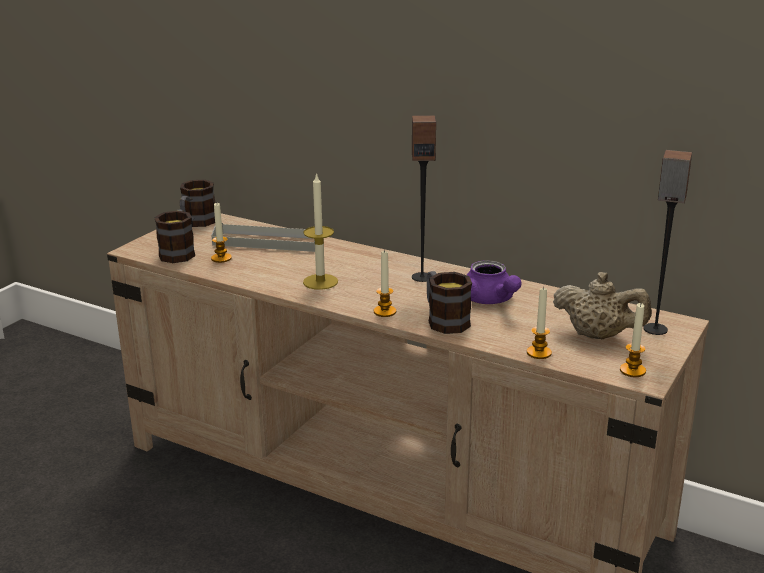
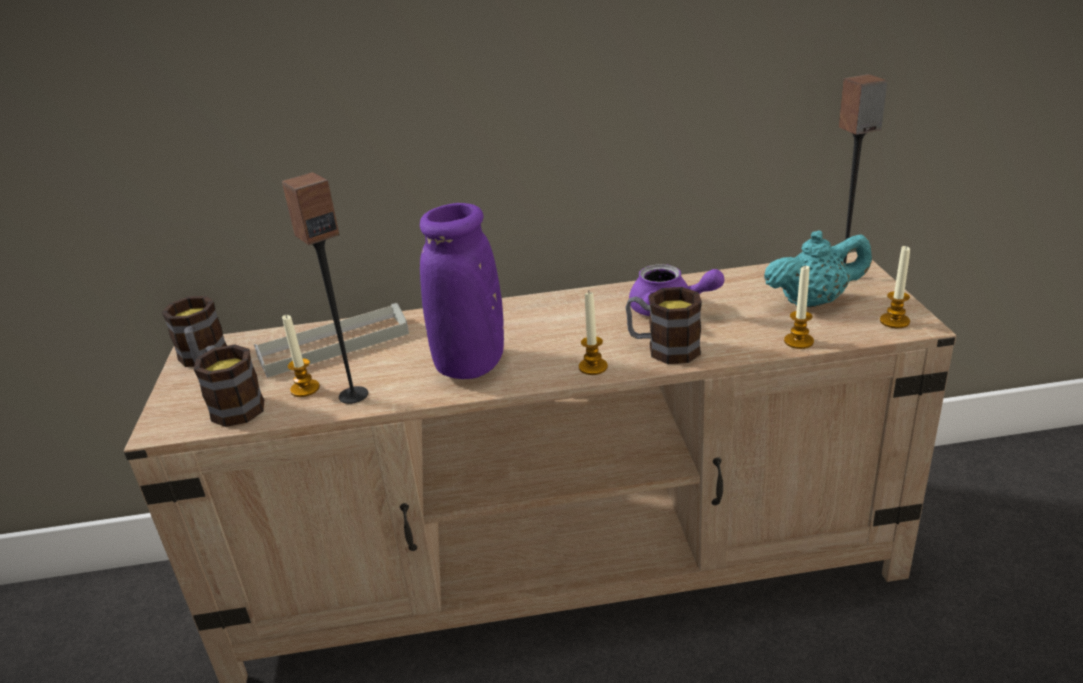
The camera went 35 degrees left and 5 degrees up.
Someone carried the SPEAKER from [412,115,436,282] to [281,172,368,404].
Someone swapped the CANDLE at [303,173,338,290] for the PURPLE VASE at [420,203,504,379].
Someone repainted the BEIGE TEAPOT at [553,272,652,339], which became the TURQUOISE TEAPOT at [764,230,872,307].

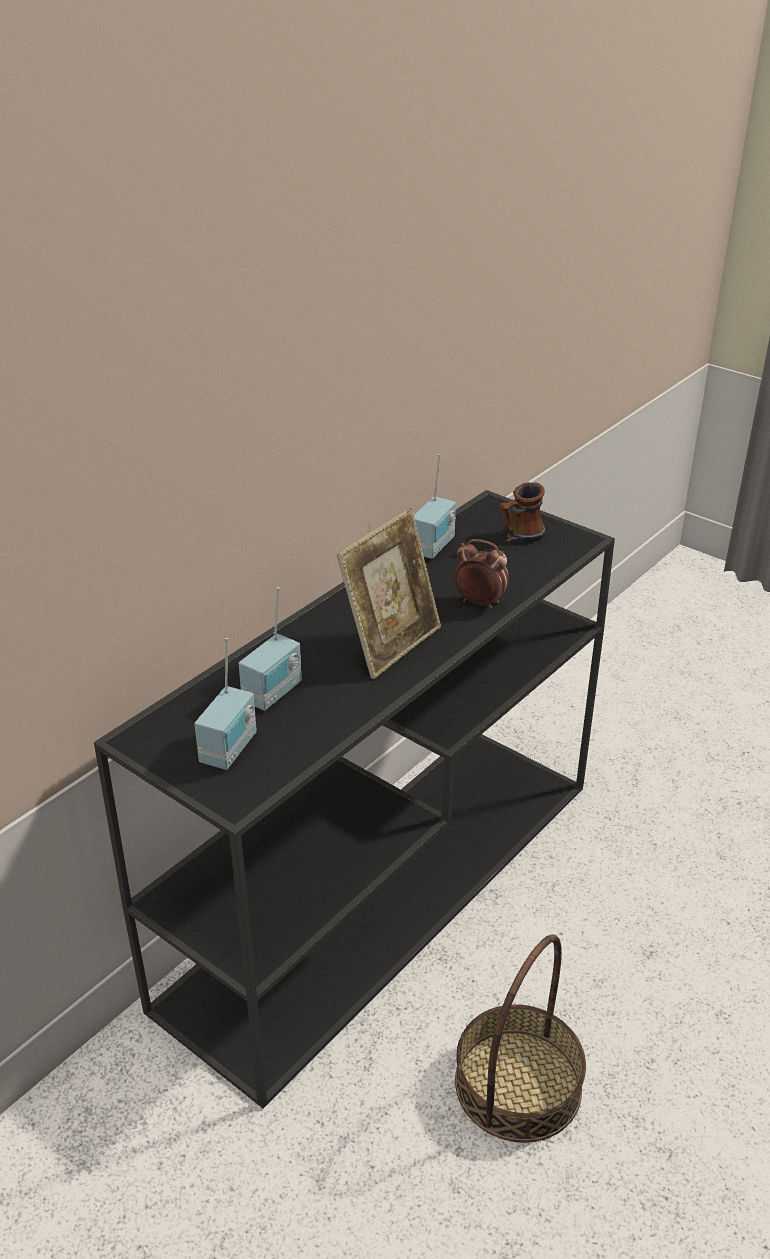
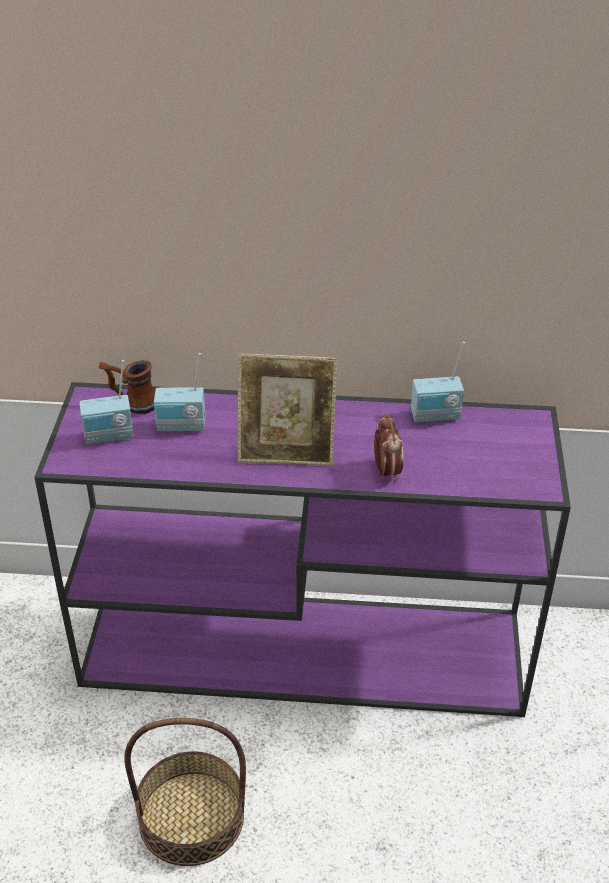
The camera went 55 degrees right and 5 degrees up.
Someone carried the MUG from [498,482,546,543] to [99,360,155,414].
Someone repainted the BLACK CONSOLE TABLE at [94,490,615,1108], which became the PURPLE CONSOLE TABLE at [34,382,571,717].

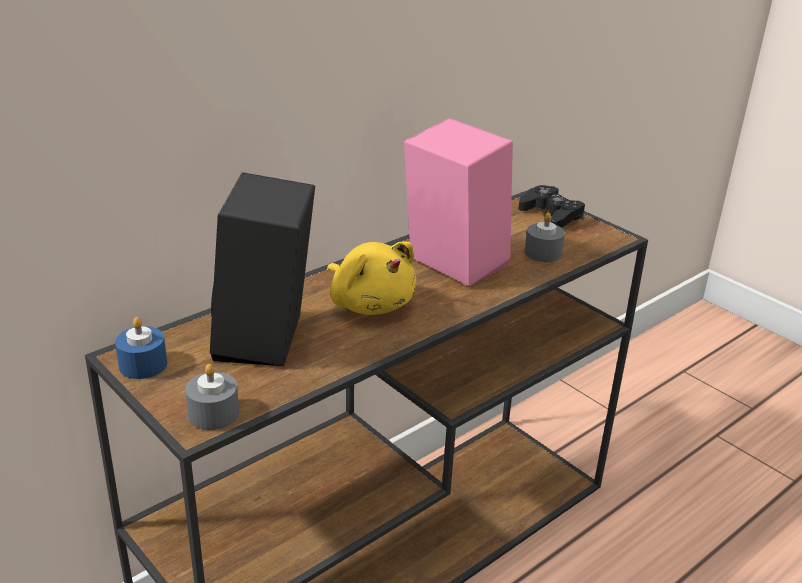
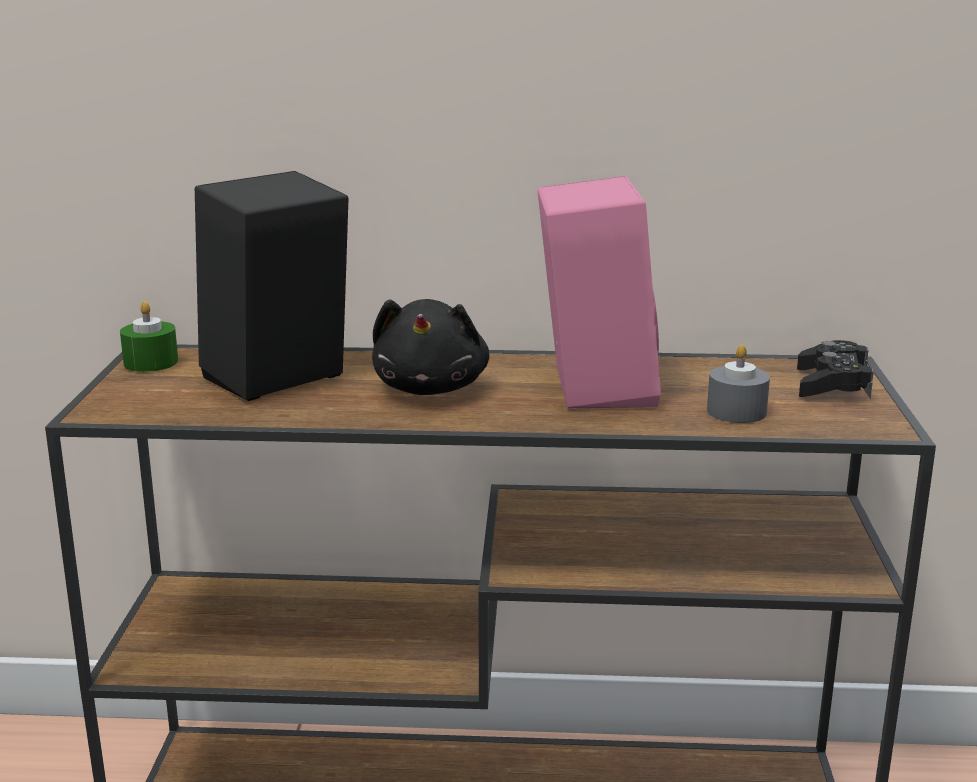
The camera went 45 degrees right and 10 degrees down.
Someone repainted the YELLOW PLUSH TOY at [327,241,417,315], which became the BLACK PLUSH TOY at [372,299,489,395].
Someone repainted the BLUE CANDLE at [115,317,167,379], which became the GREEN CANDLE at [120,301,178,372].
Someone took away the GREY CANDLE at [185,364,239,430].

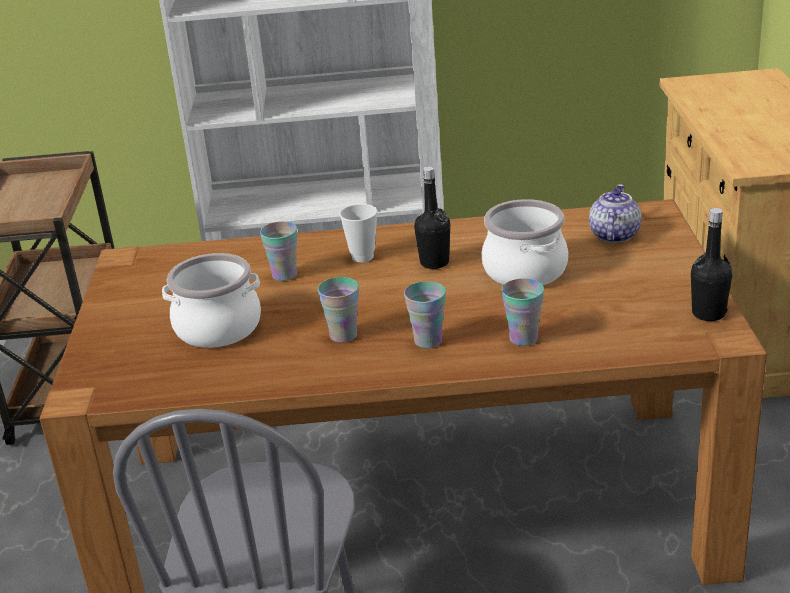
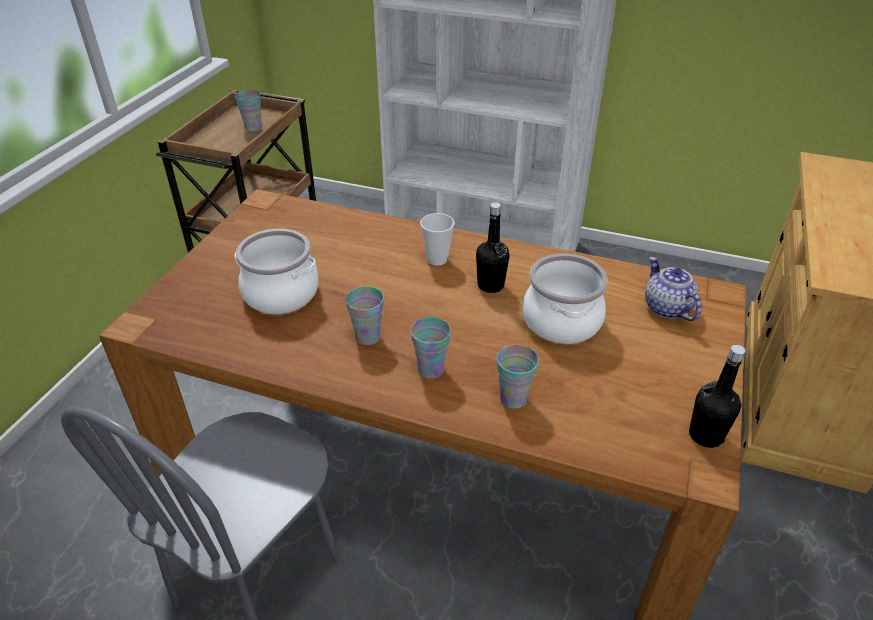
The camera went 20 degrees right and 10 degrees up.
Someone rotated the TEAPOT at [589,184,641,243] by 60 degrees counterclockwise.
Someone carried the CUP from [260,221,297,281] to [235,90,262,131].

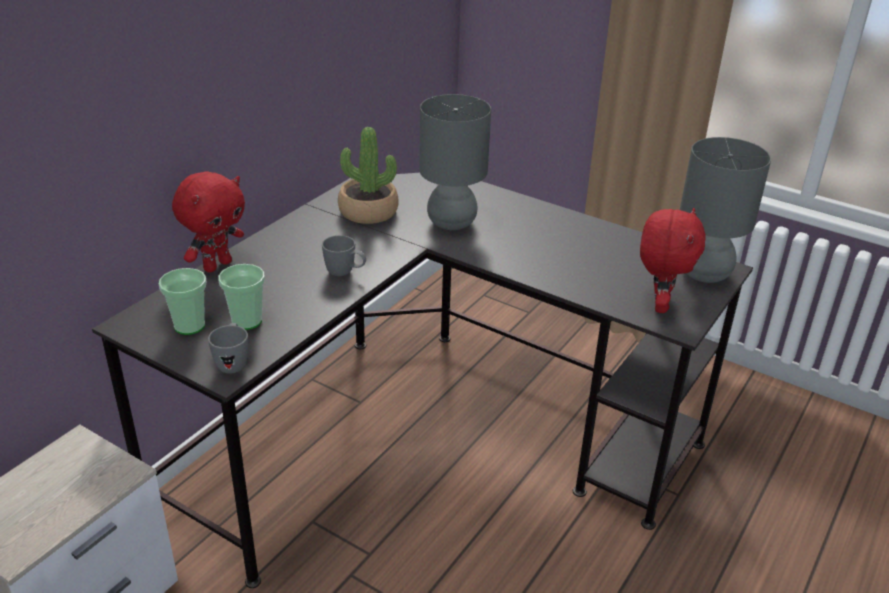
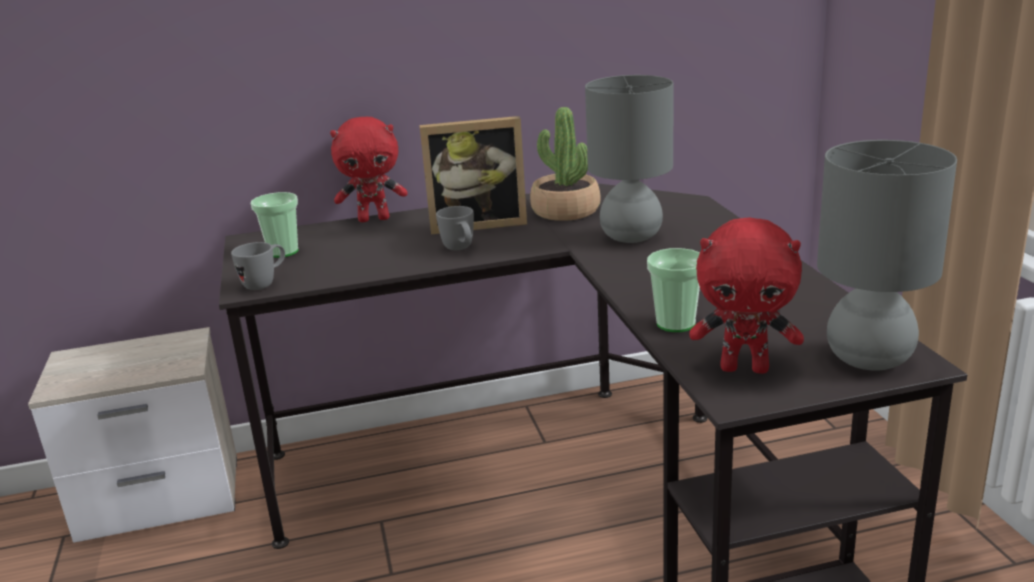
The camera went 45 degrees right and 10 degrees down.
Someone rotated the RED PLUSH TOY at [640,208,706,313] by 45 degrees clockwise.
Someone carried the CUP from [218,264,265,330] to [647,248,700,332].
Someone put down the PICTURE FRAME at [419,116,527,234].

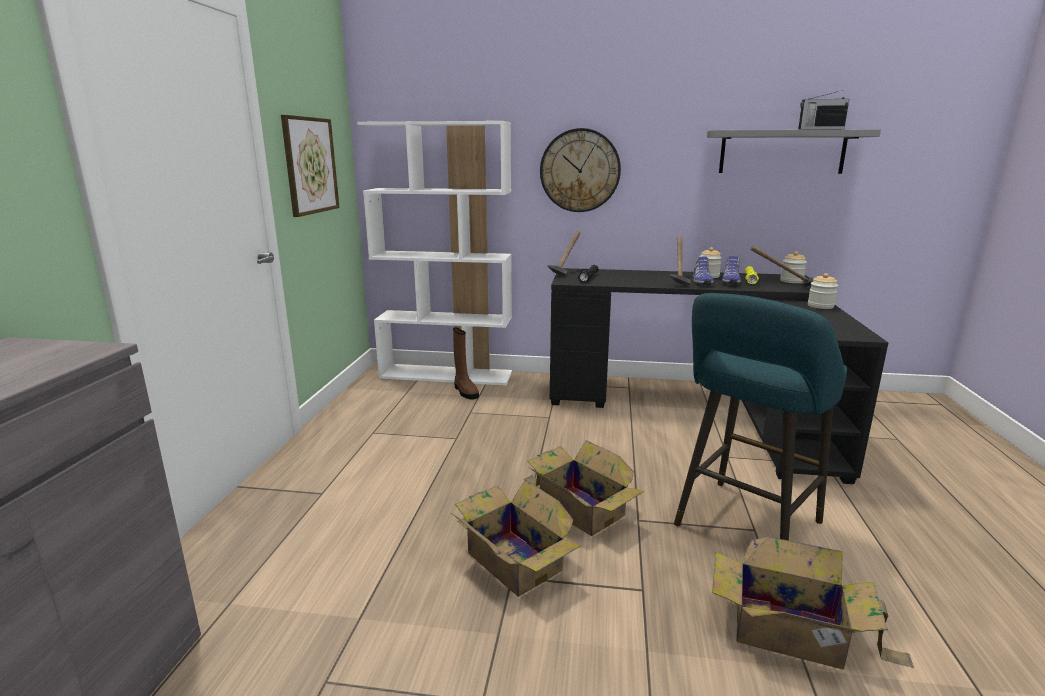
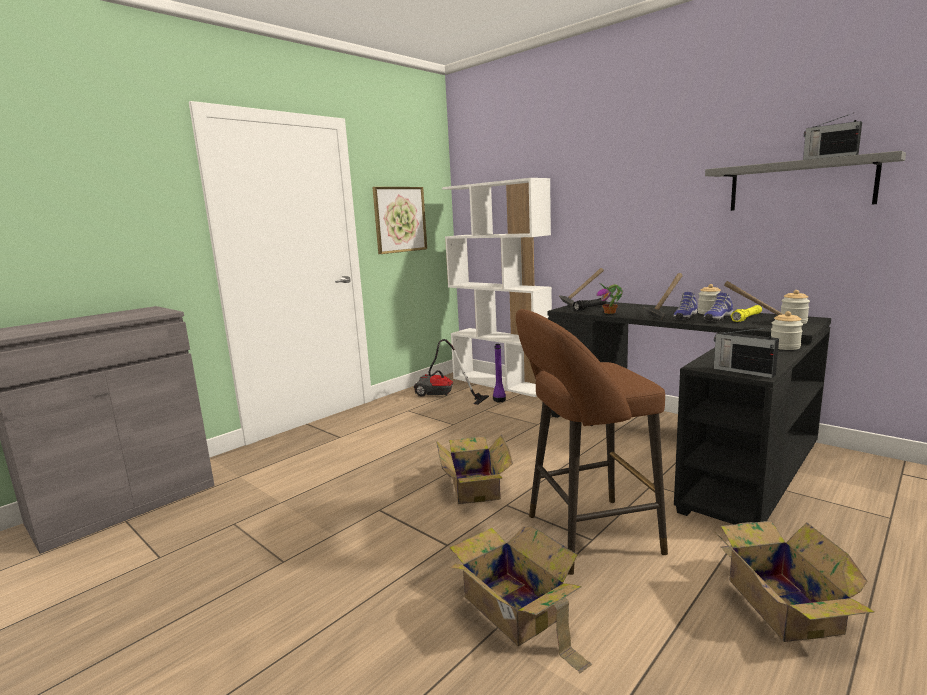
The camera went 35 degrees right and 5 degrees down.
Someone took away the WALL CLOCK at [540,128,621,212].
Someone repainted the TURQUOISE STOOL at [674,293,847,541], which became the BROWN STOOL at [516,309,668,575].
Someone repainted the BROWN BOOT at [453,327,479,400], which became the PURPLE BOOT at [493,344,506,402].
Someone carried the CARDBOARD BOX from [451,480,581,597] to [715,521,874,642].
Someone put down the POTTED PLANT at [597,283,623,314].
Someone put down the RADIO at [714,327,779,378].
Someone put down the VACUUM CLEANER at [414,339,489,405].

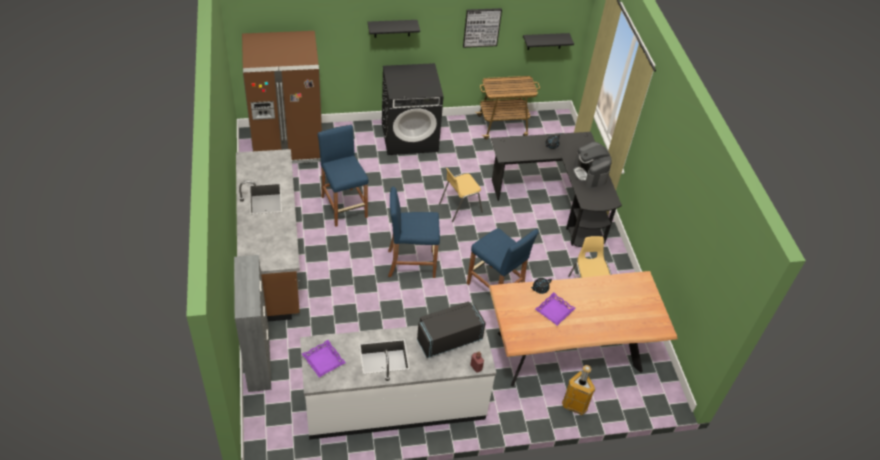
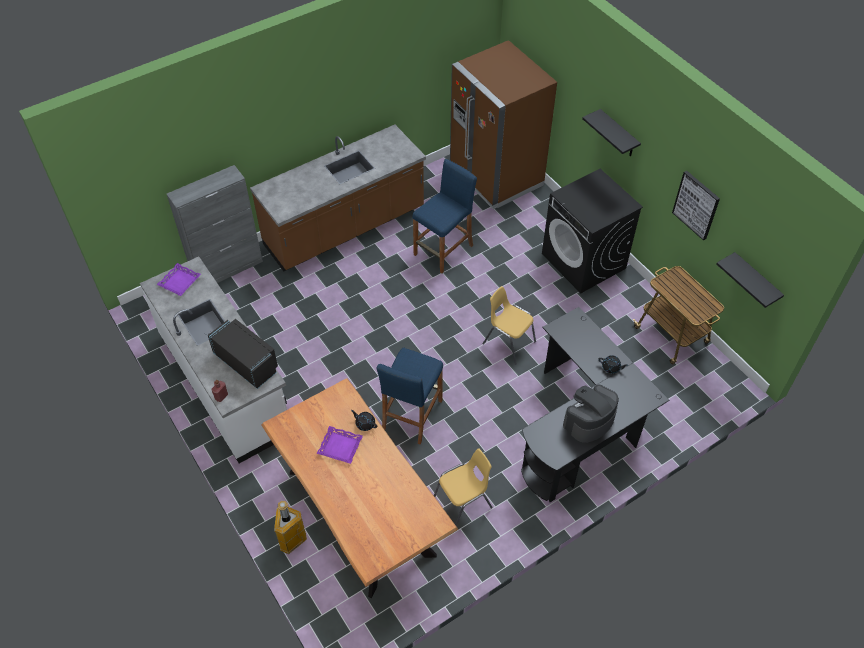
The camera went 70 degrees right and 5 degrees up.
Someone took away the BLUE STOOL at [388,186,440,278].

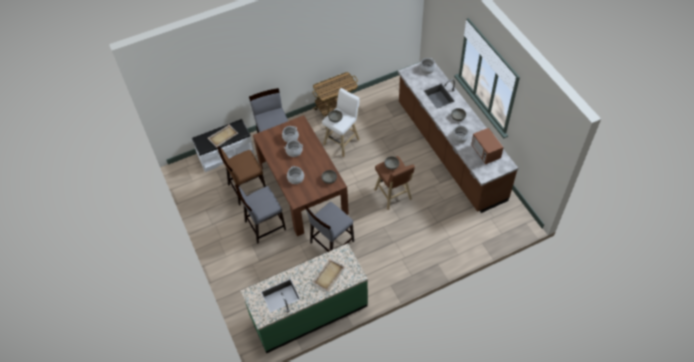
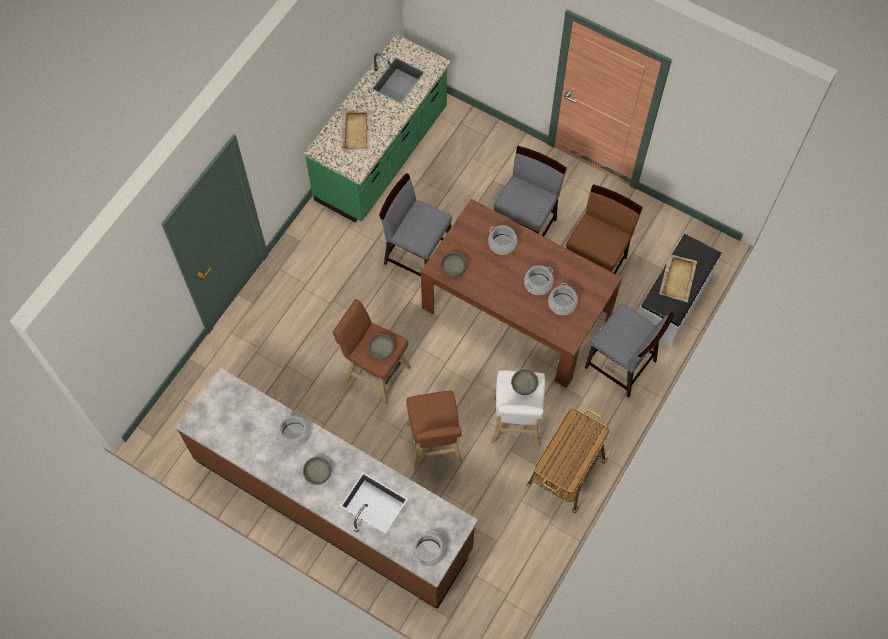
The camera went 145 degrees right and 10 degrees up.
Someone took away the MICROWAVE at [471,128,504,164].
Someone rotated the GREY CHAIR at [305,202,354,252] by 75 degrees counterclockwise.
Someone put down the BROWN STOOL at [407,391,463,470].

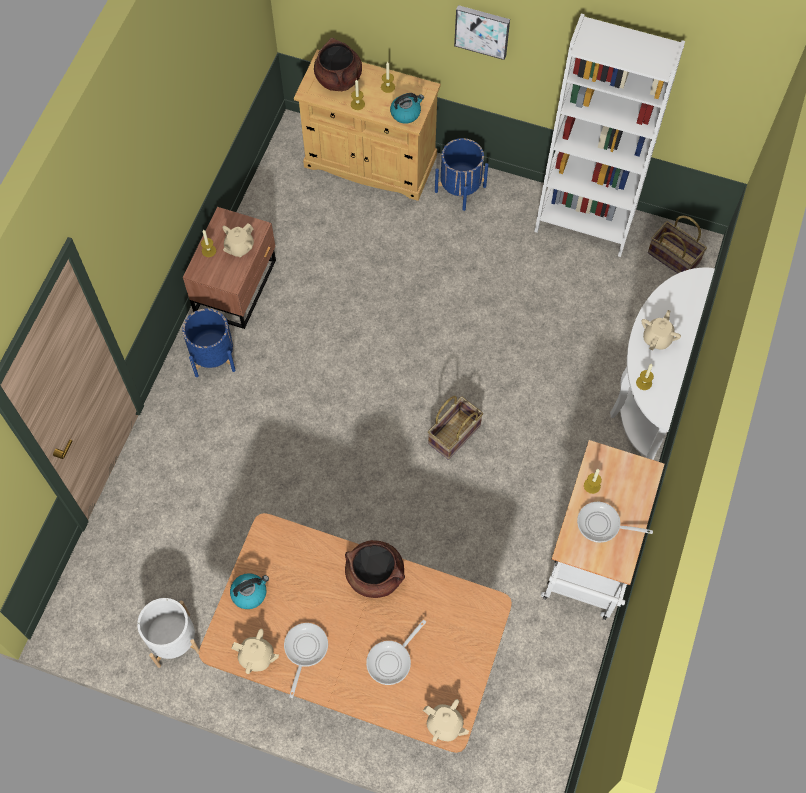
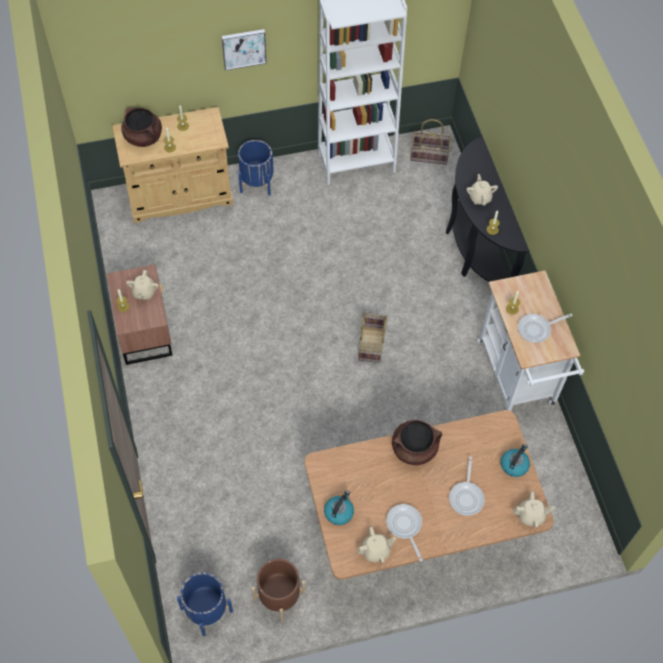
The camera went 35 degrees left and 5 degrees down.
Someone carried the KETTLE from [390,93,424,124] to [501,444,530,477].
Someone repainted the WHITE CONSOLE TABLE at [610,268,715,460], which became the BLACK CONSOLE TABLE at [446,137,529,282].
Someone carried the BLUE PLANTER from [182,309,236,377] to [177,572,233,636].
Someone repainted the WHITE PLANTER at [137,598,200,668], which became the BROWN PLANTER at [252,559,305,622].

